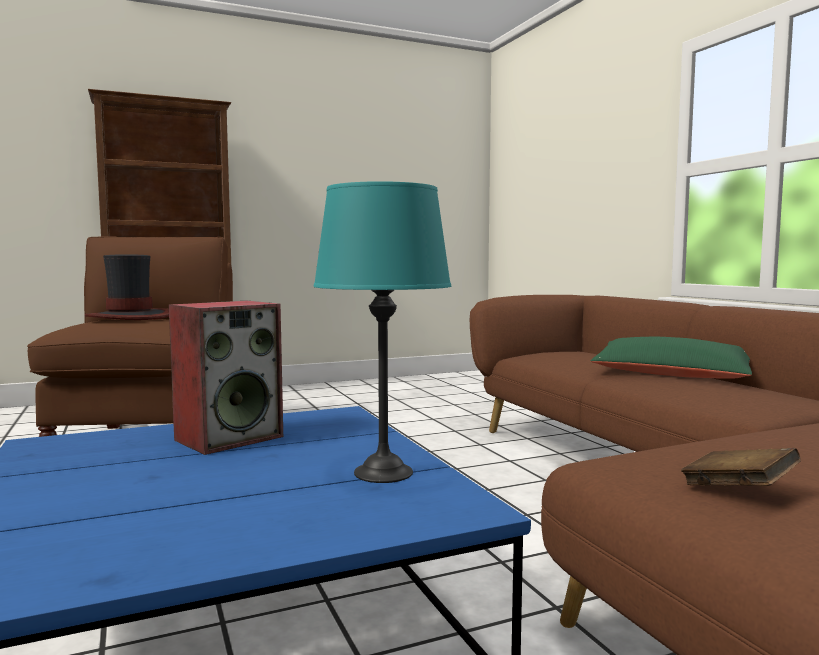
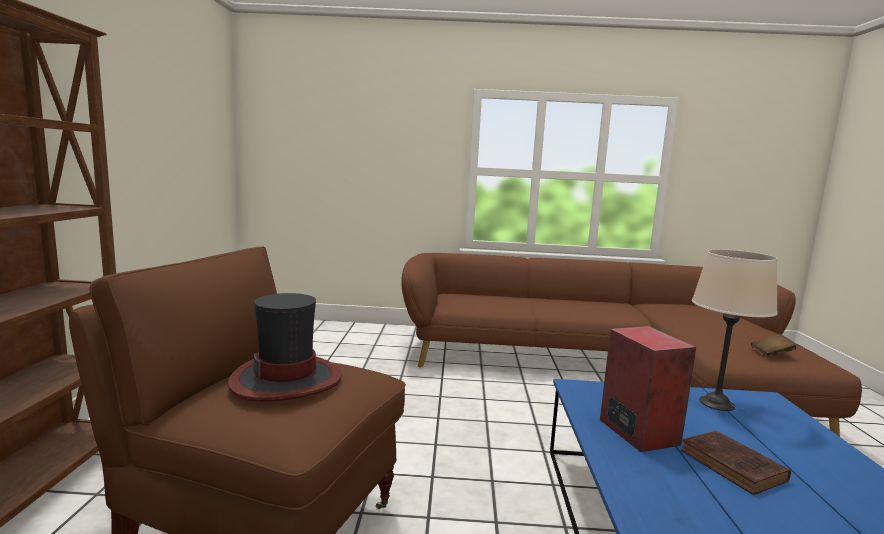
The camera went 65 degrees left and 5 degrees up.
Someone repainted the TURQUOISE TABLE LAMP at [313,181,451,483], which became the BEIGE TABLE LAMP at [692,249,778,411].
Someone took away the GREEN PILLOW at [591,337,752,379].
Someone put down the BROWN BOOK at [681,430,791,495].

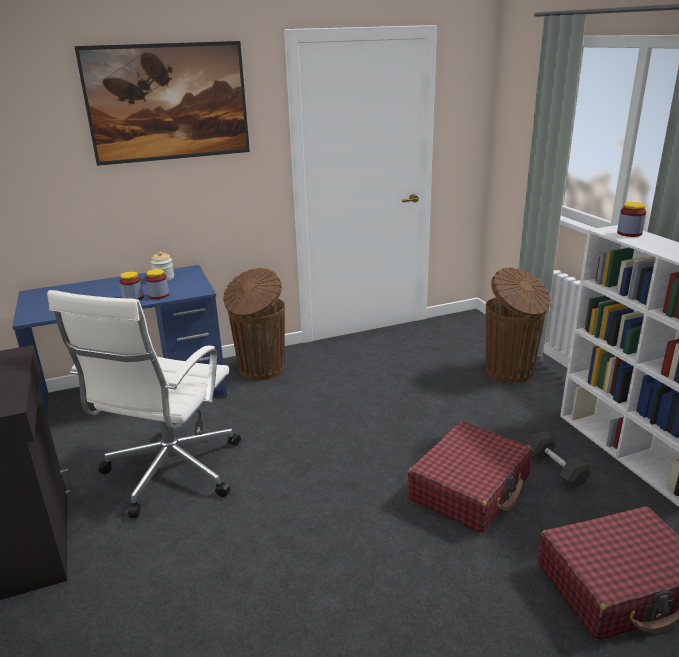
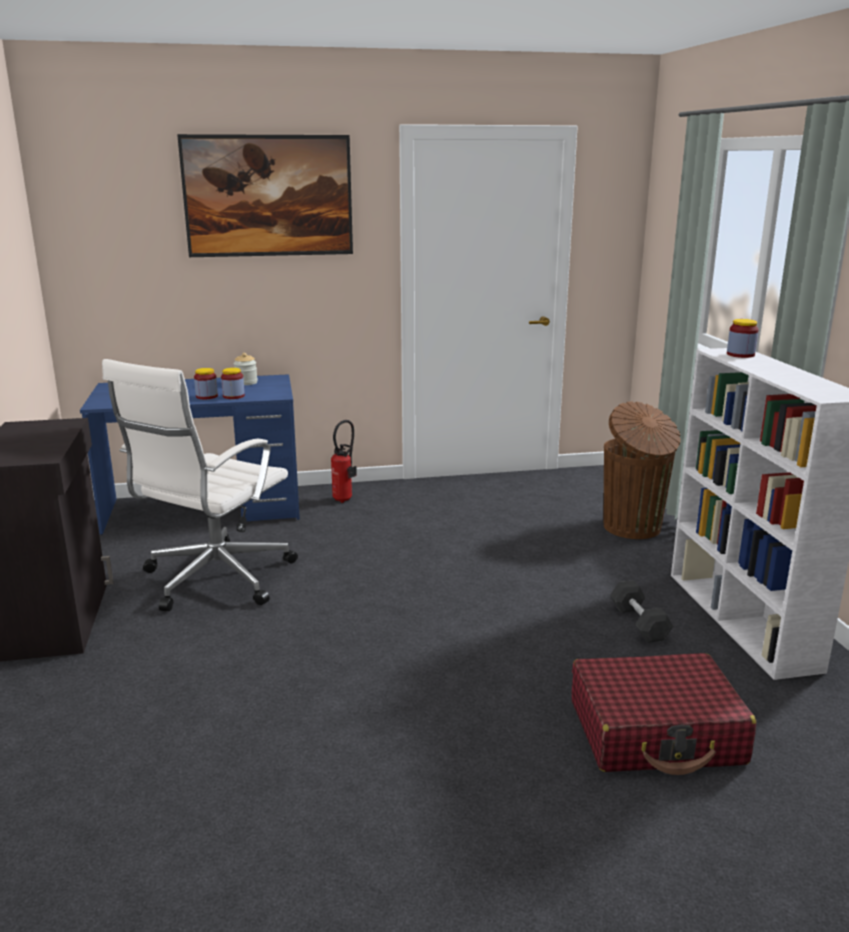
The camera went 10 degrees right and 5 degrees down.
Someone swapped the BROWN TRASH CAN at [223,268,285,380] for the FIRE EXTINGUISHER at [331,420,357,503].
Someone took away the RED SUITCASE at [408,421,532,533].

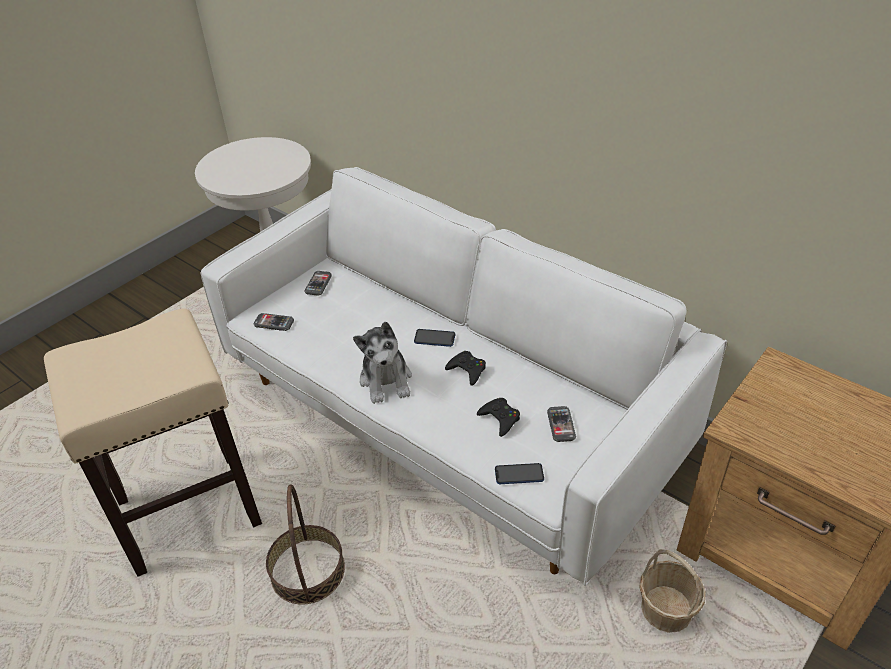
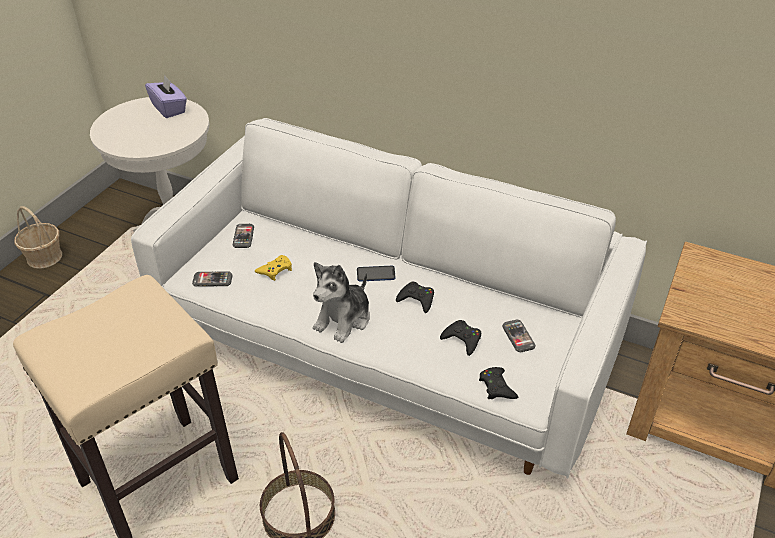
The camera went 15 degrees left and 0 degrees up.
Someone rotated the PLUSH TOY at [353,321,412,404] by 60 degrees clockwise.
Someone swapped the PHONE at [495,463,544,484] for the BLACK GAME CONTROLLER at [479,367,518,399].
Someone carried the BASKET from [639,549,706,633] to [14,206,62,269].
Someone put down the PURPLE TISSUE BOX at [145,75,187,118].
Someone put down the YELLOW GAME CONTROLLER at [255,255,292,281].

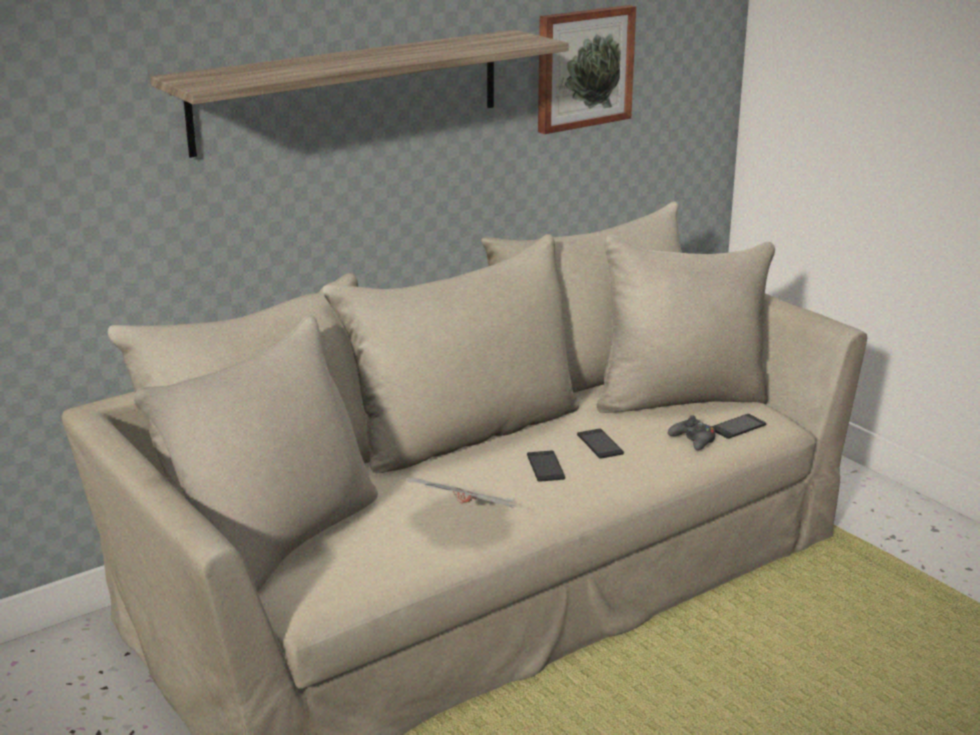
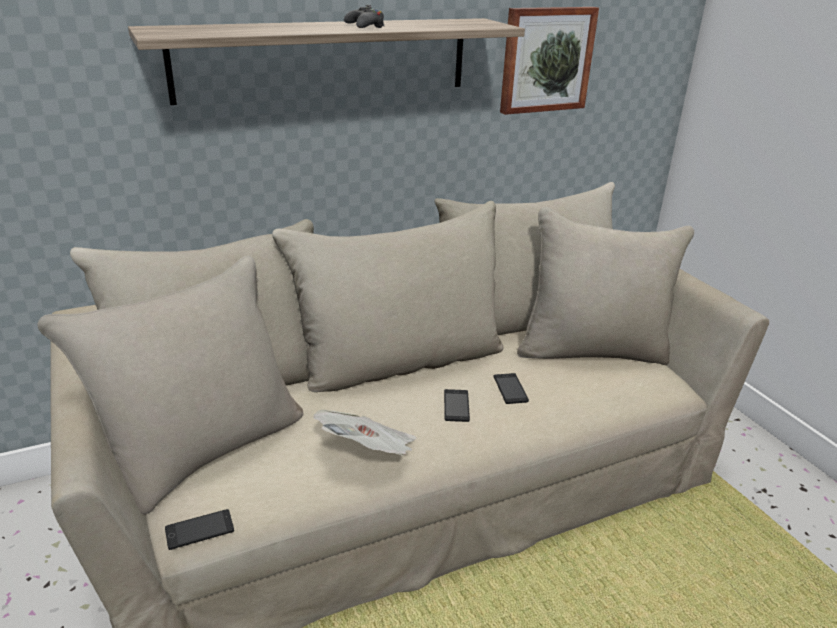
The camera went 10 degrees right and 5 degrees up.
Someone carried the PHONE from [712,414,766,439] to [165,509,234,550].
Someone carried the BLACK GAME CONTROLLER from [668,415,715,450] to [344,5,384,28].

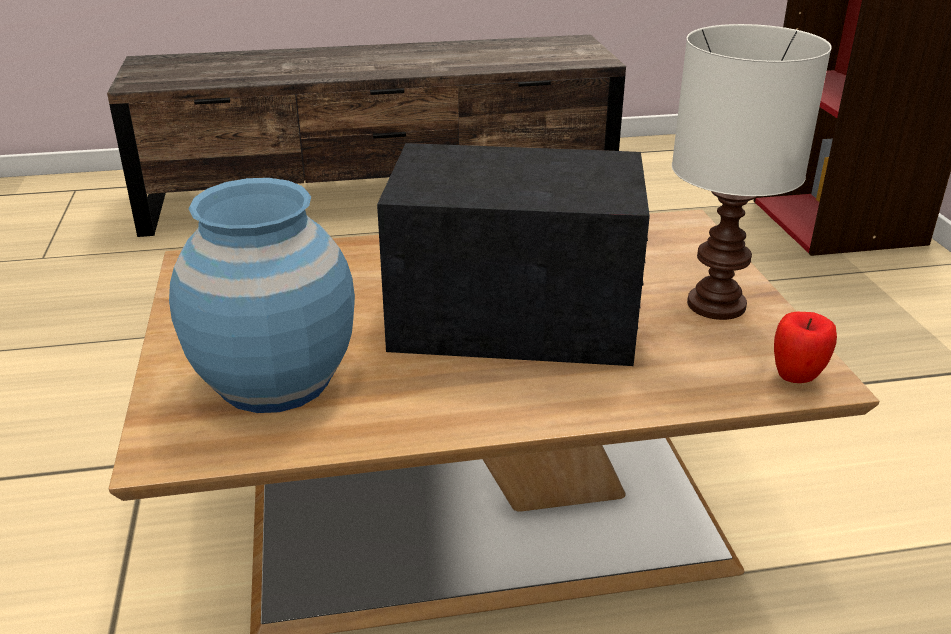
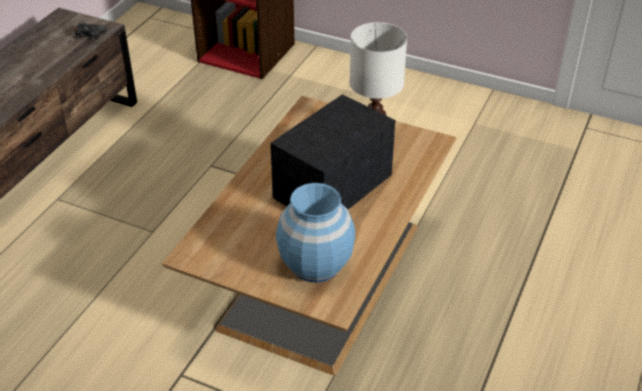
The camera went 55 degrees left and 10 degrees up.
Someone took away the APPLE at [774,312,837,383].
Someone put down the BLACK GAME CONTROLLER at [75,22,107,40].

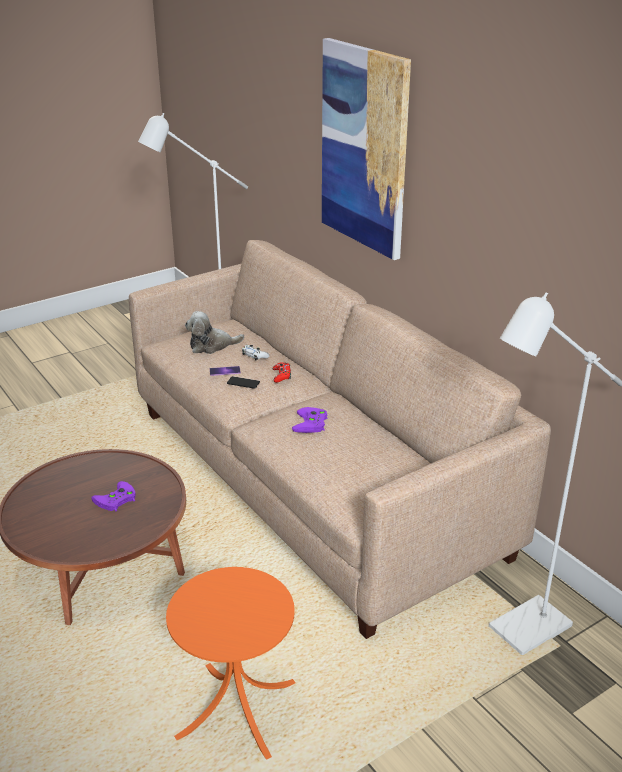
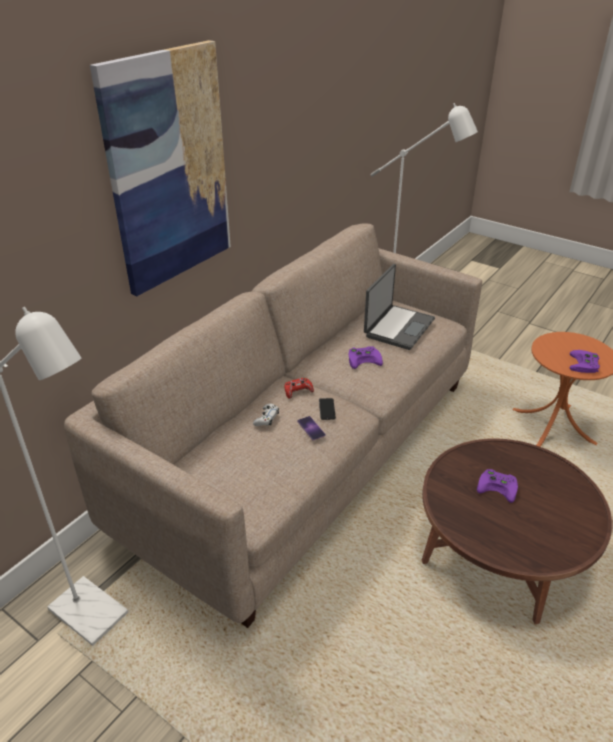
The camera went 110 degrees left and 5 degrees up.
Someone took away the PLUSH TOY at [185,311,244,354].
Someone put down the LAPTOP at [364,264,435,350].
Someone put down the PURPLE GAME CONTROLLER at [569,350,600,373].

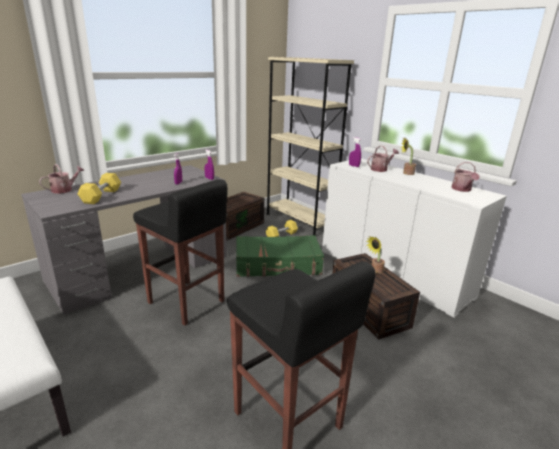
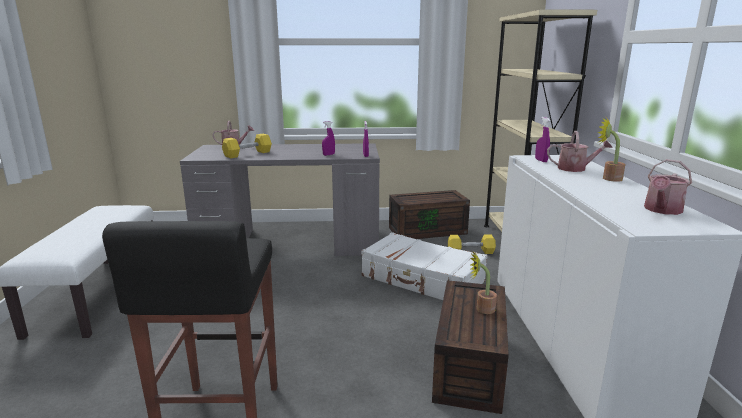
The camera went 40 degrees right and 5 degrees down.
Someone took away the BLACK STOOL at [133,179,227,326].
Someone repainted the GREEN SUITCASE at [236,235,324,277], which became the WHITE SUITCASE at [361,232,488,300].

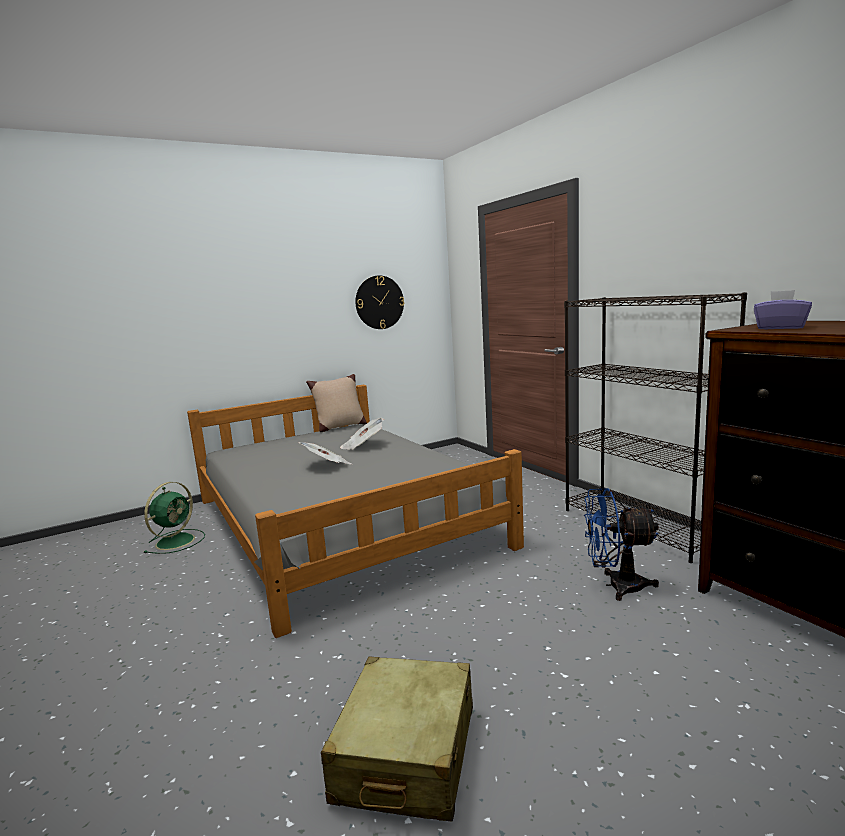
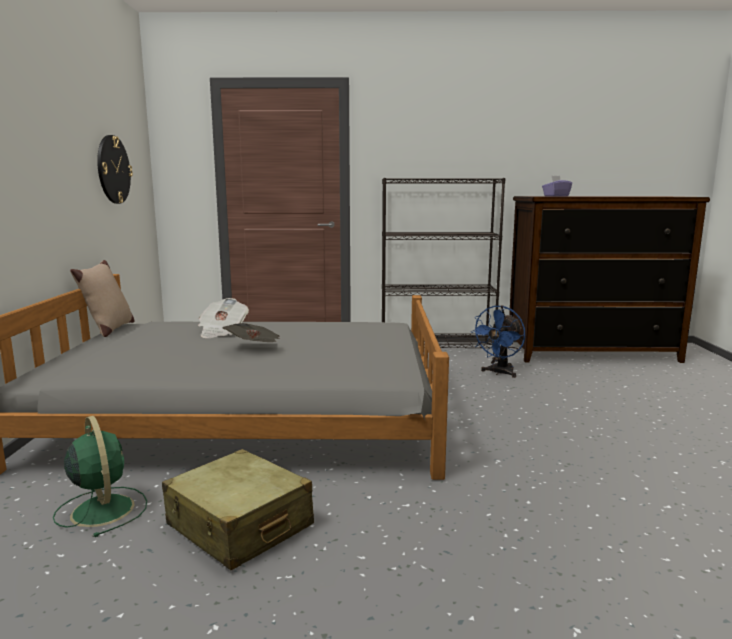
The camera went 60 degrees left and 0 degrees up.
Someone carried the BEIGE SUITCASE from [321,657,473,822] to [162,449,314,570].

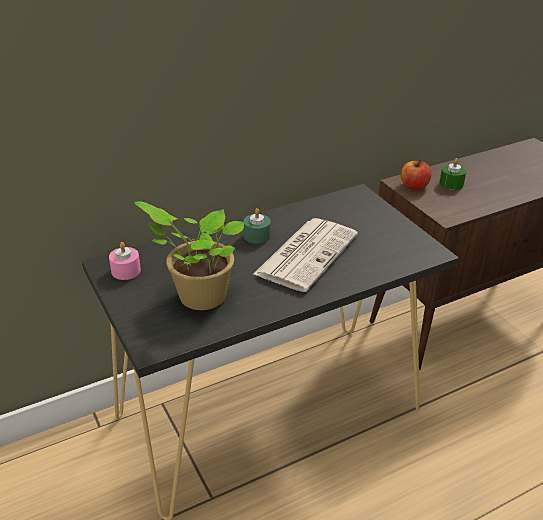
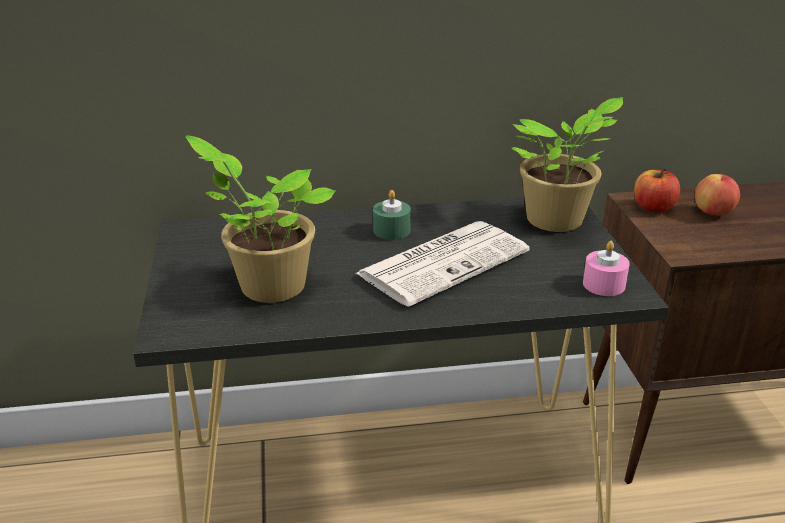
The camera went 20 degrees right and 5 degrees down.
Someone swapped the GREEN CANDLE at [440,158,466,190] for the APPLE at [695,174,740,216].
Someone carried the PINK CANDLE from [109,242,141,280] to [583,241,630,296].
Someone put down the POTTED PLANT at [512,97,623,232].

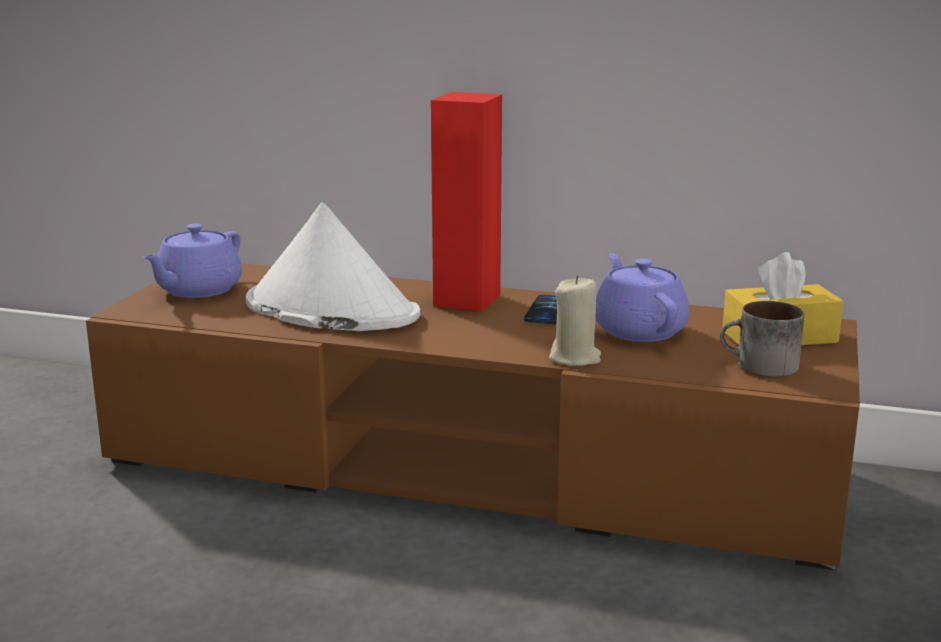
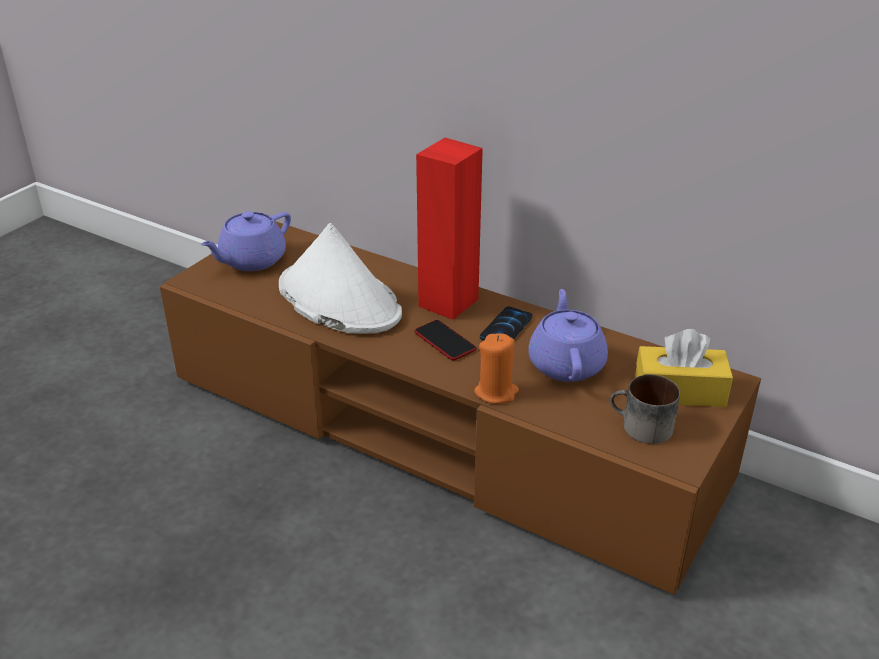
The camera went 15 degrees right and 15 degrees up.
Someone repainted the BEIGE CANDLE at [549,276,601,366], which became the ORANGE CANDLE at [474,334,519,404].
Someone put down the PHONE at [414,320,476,360].

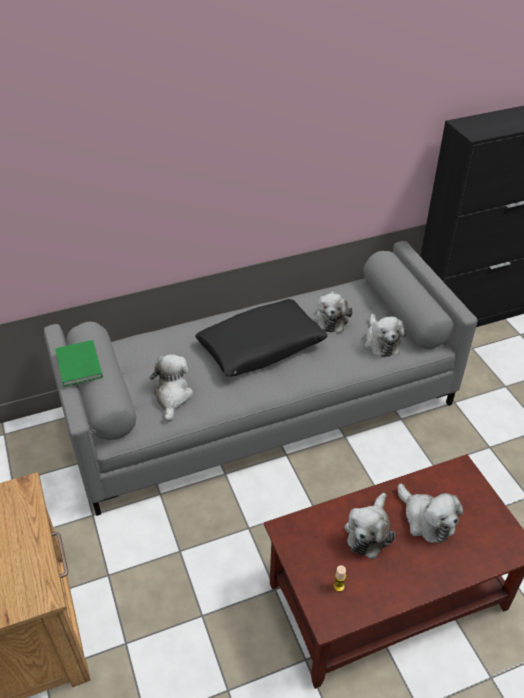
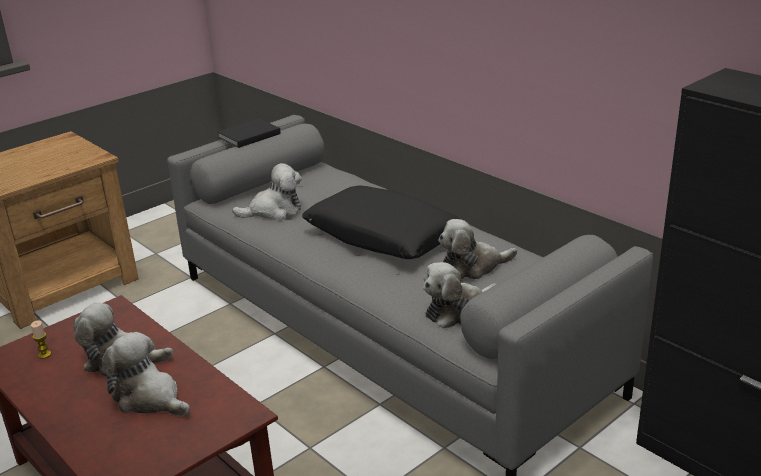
The camera went 70 degrees right and 15 degrees down.
Someone repainted the GREEN BOOK at [55,340,103,387], which became the BLACK BOOK at [217,119,281,148].
Someone rotated the PLUSH TOY at [398,484,463,544] by 90 degrees clockwise.

